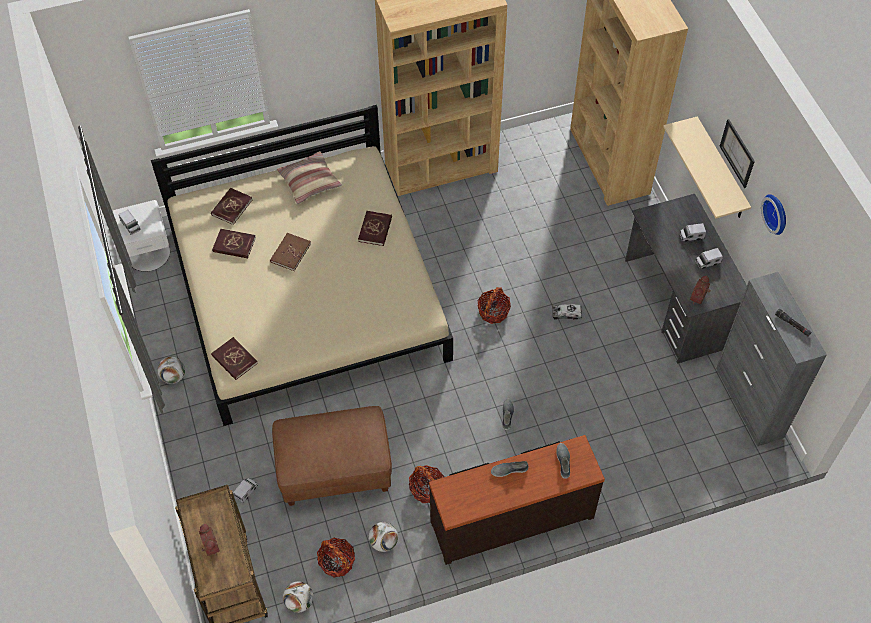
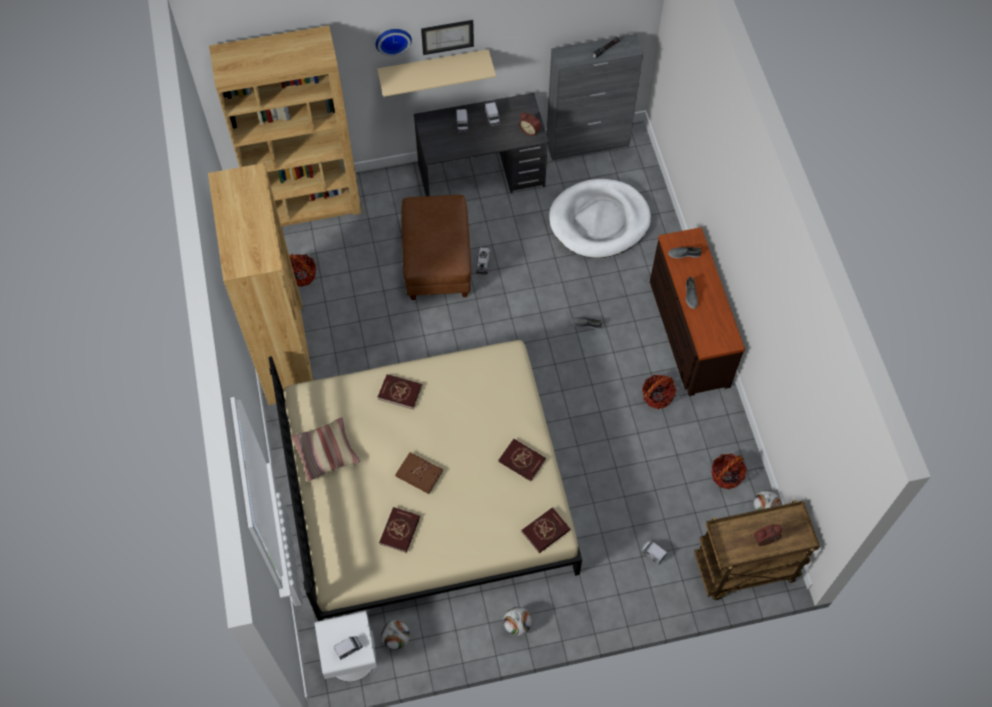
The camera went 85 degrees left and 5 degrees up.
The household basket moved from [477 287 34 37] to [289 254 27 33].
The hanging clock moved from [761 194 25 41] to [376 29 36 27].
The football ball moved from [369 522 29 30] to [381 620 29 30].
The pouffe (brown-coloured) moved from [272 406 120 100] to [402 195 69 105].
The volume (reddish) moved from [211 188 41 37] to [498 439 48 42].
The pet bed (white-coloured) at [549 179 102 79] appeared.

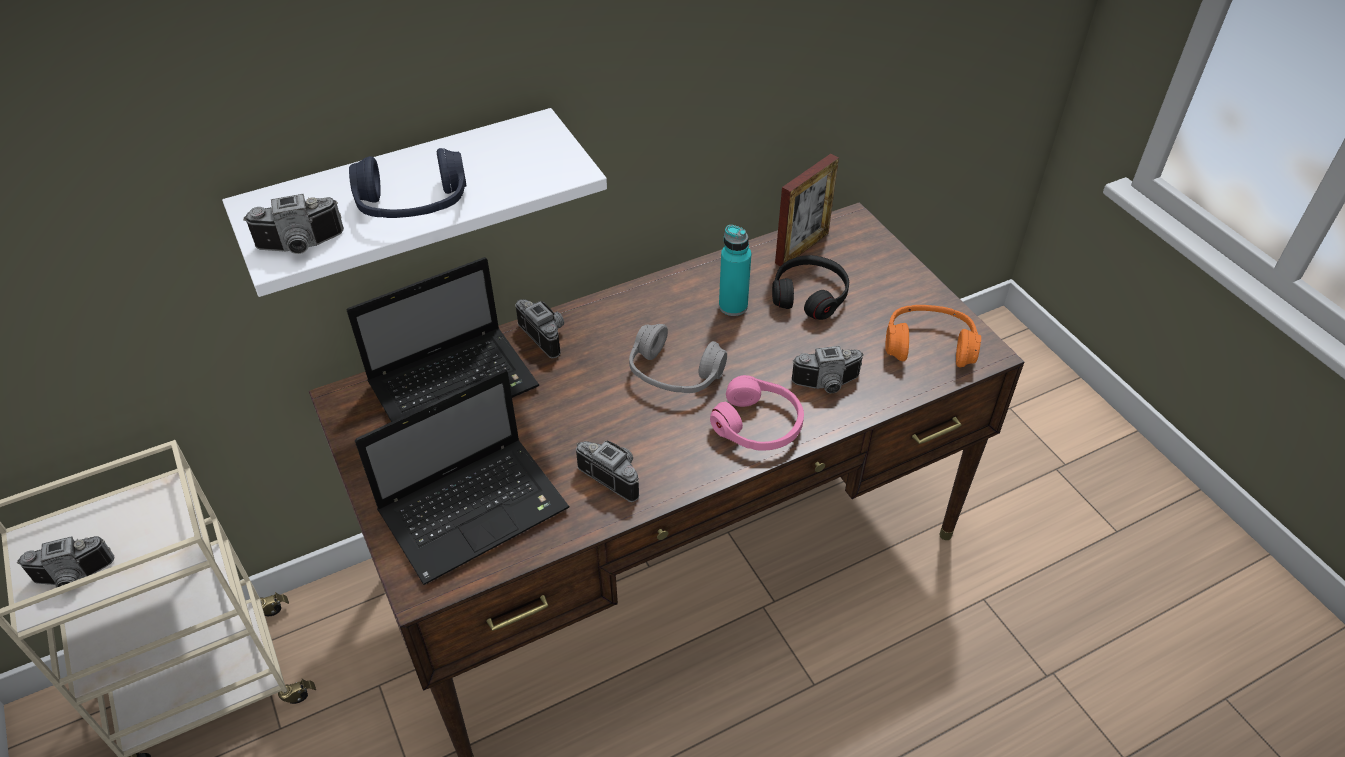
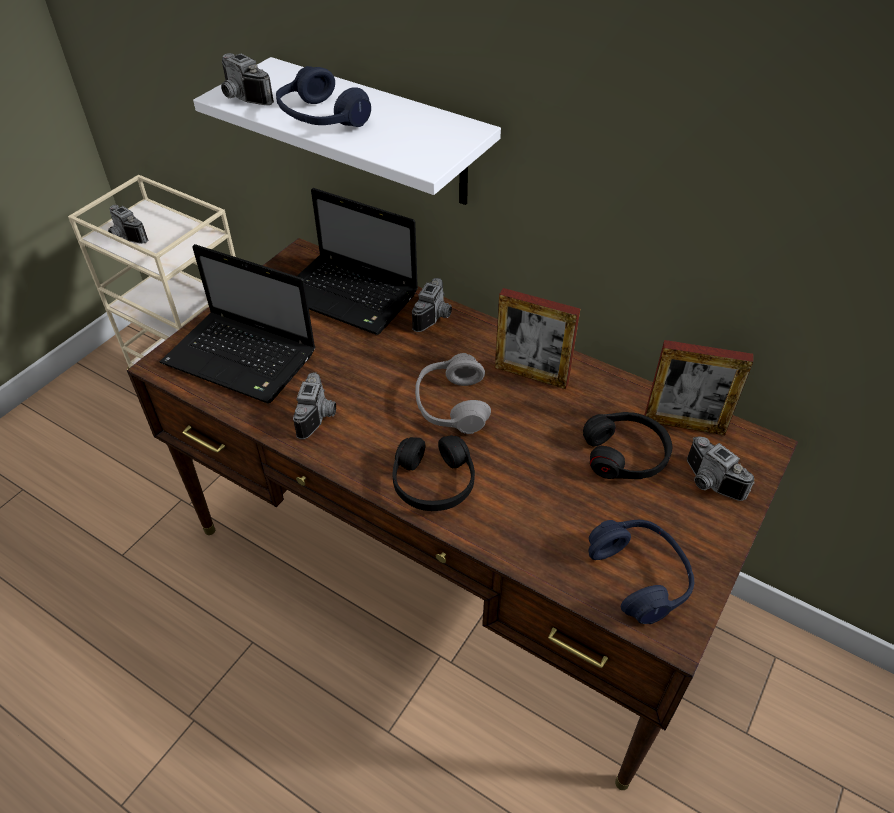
The camera went 60 degrees right and 0 degrees up.
The headset (pink) at [710 375 94 76] became the headset (black) at [393 435 82 76].
The standing frame at [495 288 85 101] appeared.
The headset (orangey) at [885 305 96 62] became the headset (bluish) at [588 520 106 104].
The still camera moved from [791 346 73 47] to [687 436 68 65].
The drink bottle (turquoise-coloured) at [719 225 32 91] disappeared.

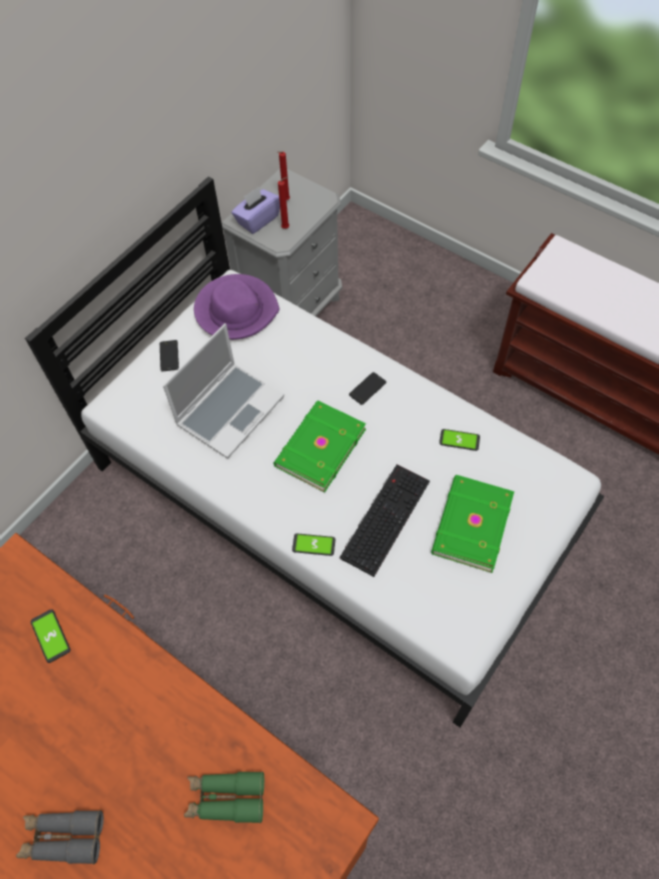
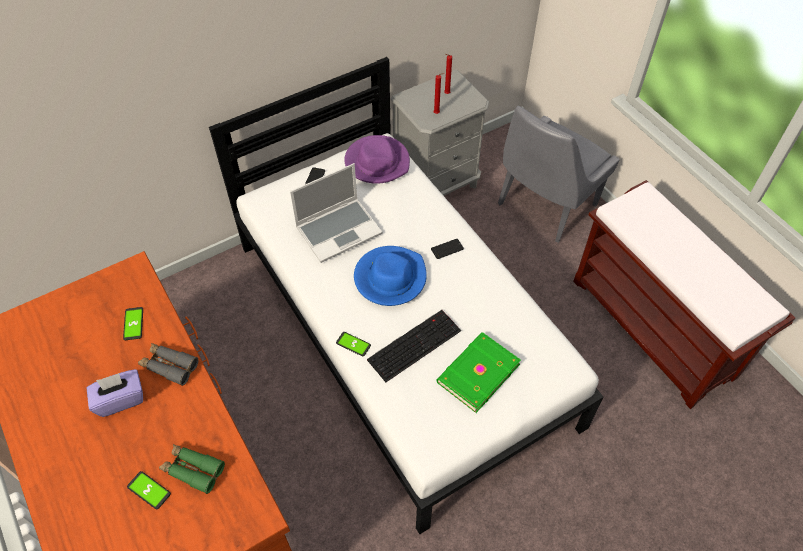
The camera went 20 degrees right and 5 degrees down.
The tissue holder (purple-coloured) moved from [231 187 49 47] to [86 369 57 48].
The handset moved from [439 429 41 22] to [127 471 44 38].
The pair of binoculars (grey) moved from [16 810 88 54] to [138 343 61 43].
The volume (green) at [273 400 93 92] was replaced by the hat (bluish) at [354 246 73 60].
The upright chair (grey) at [498 105 122 138] appeared.

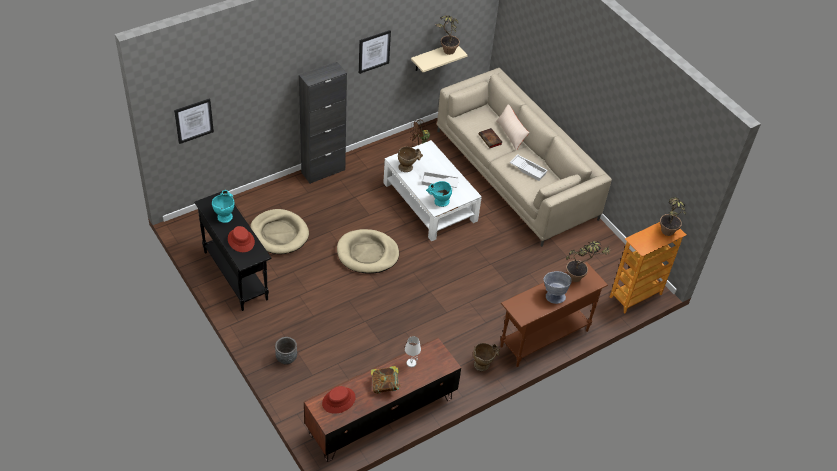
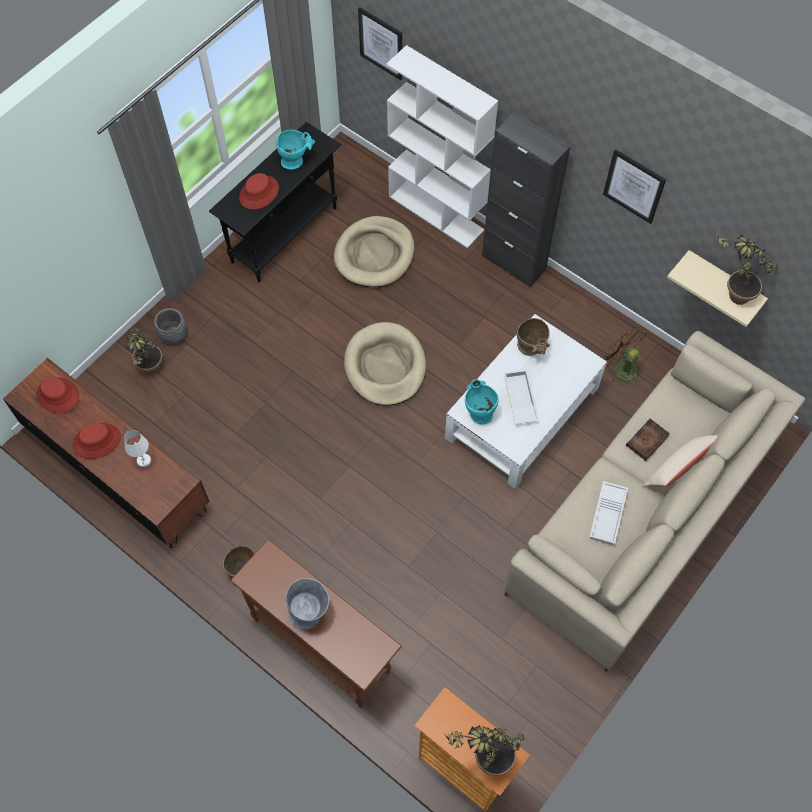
The camera went 75 degrees right and 15 degrees up.
The volume at [371 366 29 28] was replaced by the hat (reddish) at [72 423 49 36].
The houseplant moved from [566 241 44 41] to [126 328 37 46].
The bookshelf (white-coloured) at [386 45 112 203] appeared.

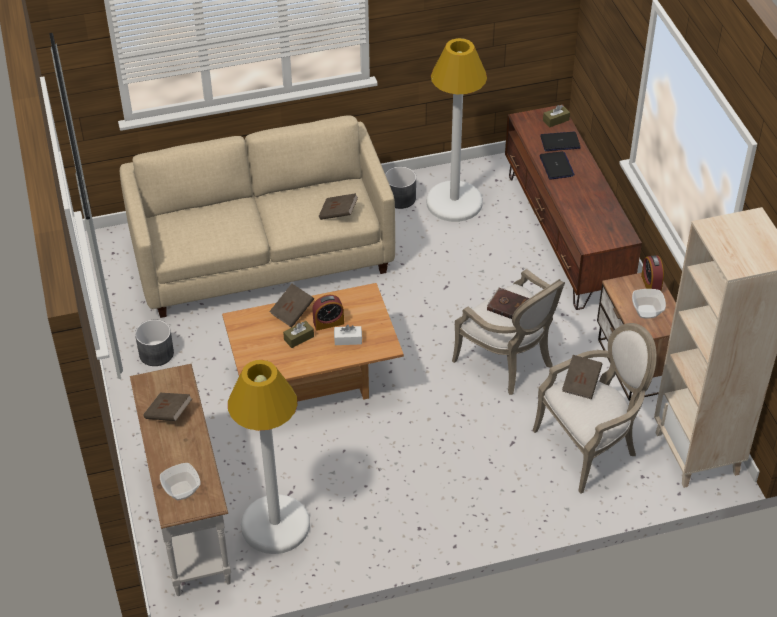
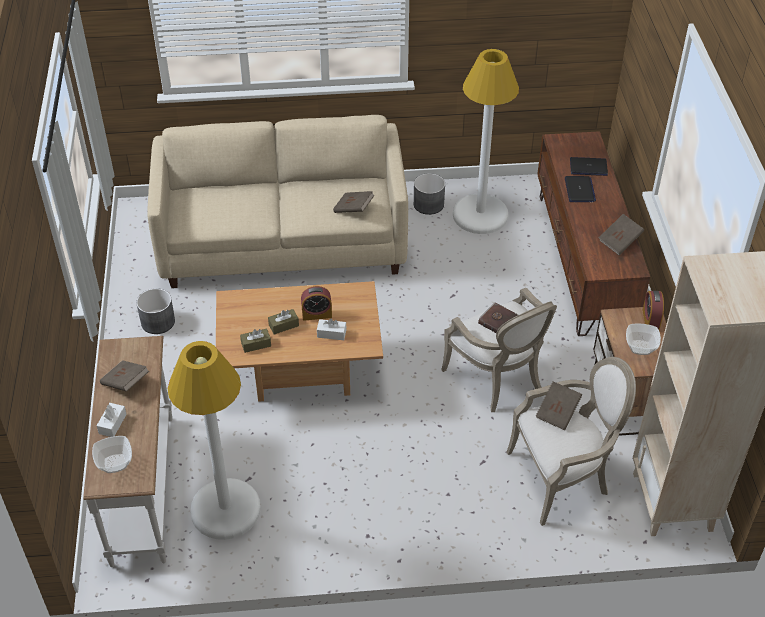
The camera went 10 degrees right and 0 degrees up.
The tissue holder (white-coloured) at [97 403 30 34] appeared.
The tissue holder (brown-coloured) moved from [543 105 27 23] to [240 328 31 25].
The volume (brown-coloured) moved from [269 284 45 44] to [599 214 45 41].

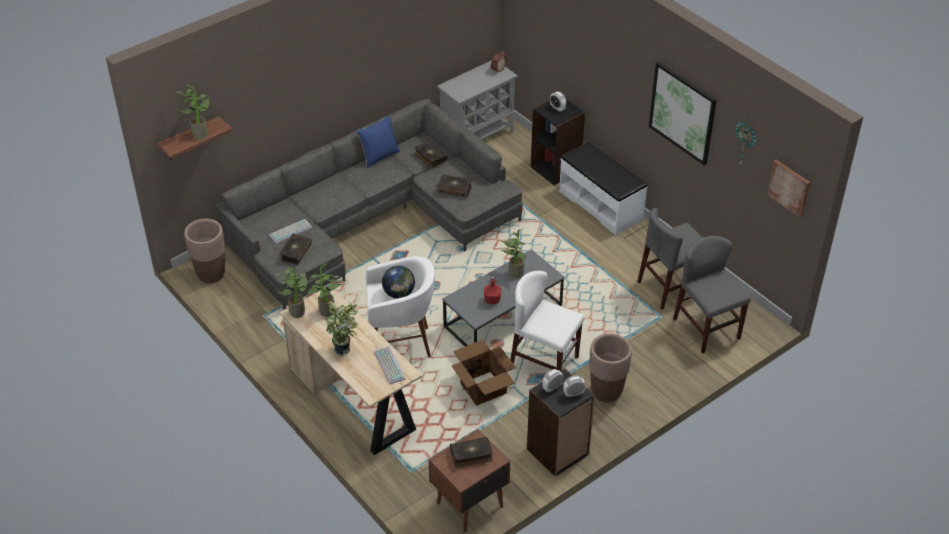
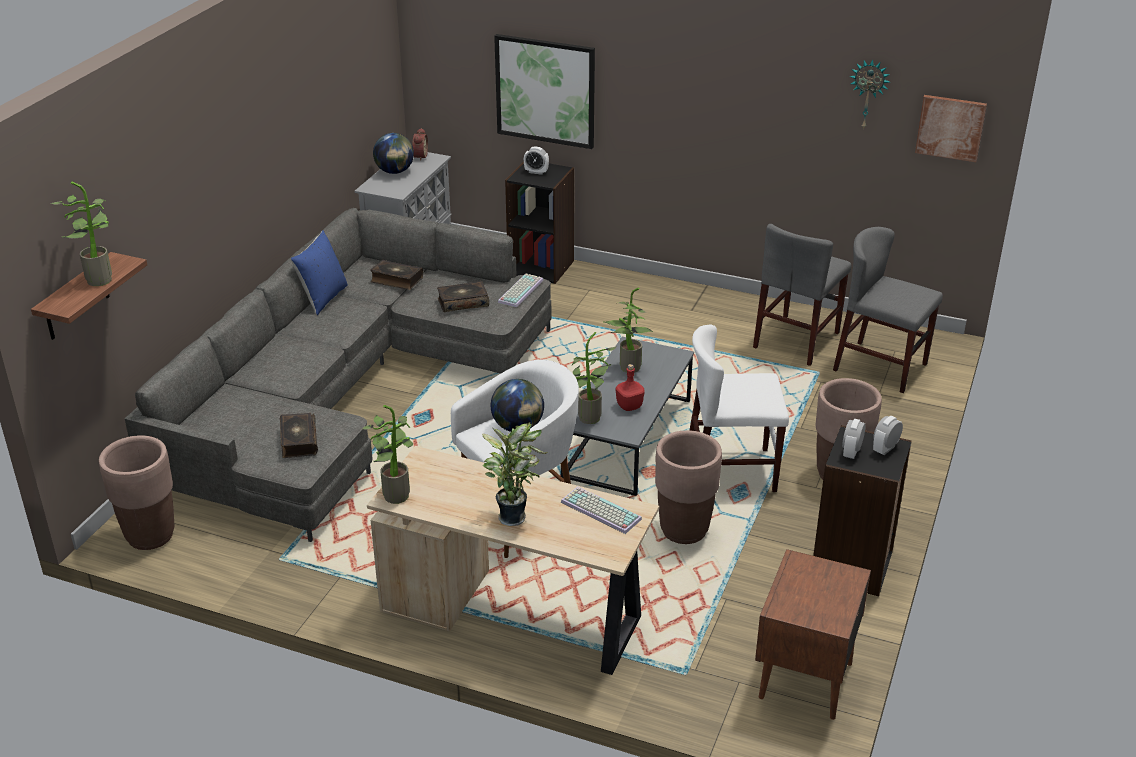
The camera went 30 degrees left and 10 degrees down.
The desk globe at [373 133 41 41] appeared.
The wall art moved from [649 62 67 103] to [494 34 101 115].
The keyboard moved from [269 219 43 25] to [498 274 45 33].
The houseplant moved from [307 263 35 54] to [572 332 45 92].
The packing box at [452 340 64 66] was replaced by the flower pot (brown-coloured) at [655 430 67 114].
The volume at [450 437 42 31] disappeared.
The indoor bench (white-coloured) at [559 142 88 93] disappeared.

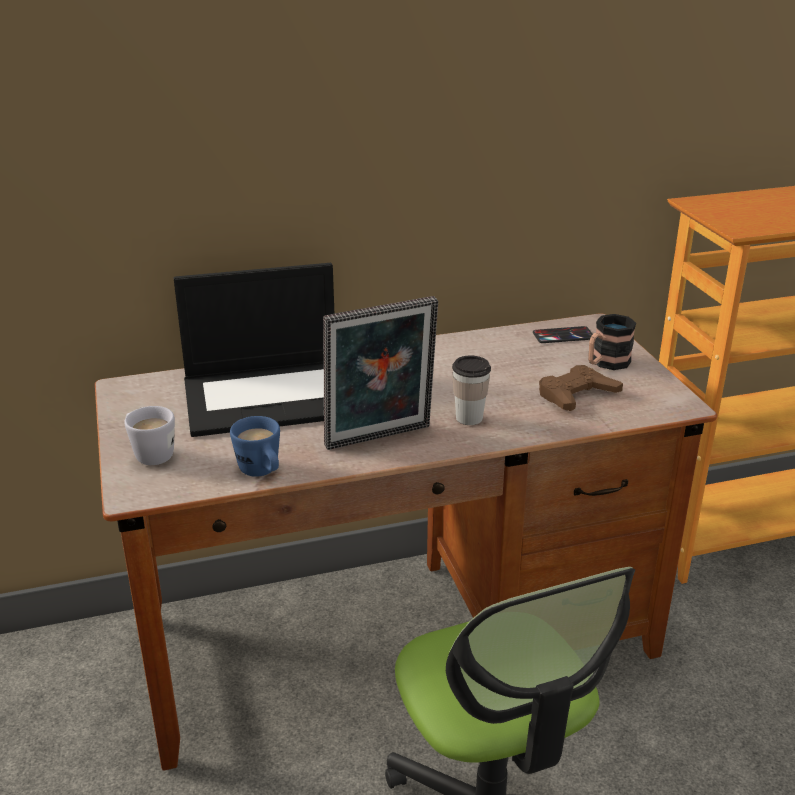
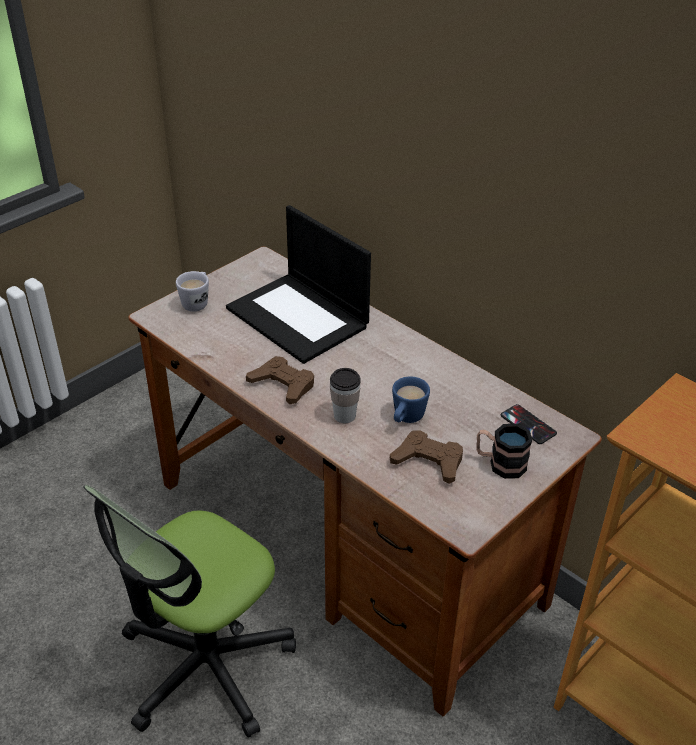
The camera went 60 degrees right and 10 degrees up.
The standing frame at [323 296 115 154] was replaced by the gamepad (brown-coloured) at [246 356 68 48].
The coffee mug (bluish) moved from [230 416 50 61] to [392 376 38 47].

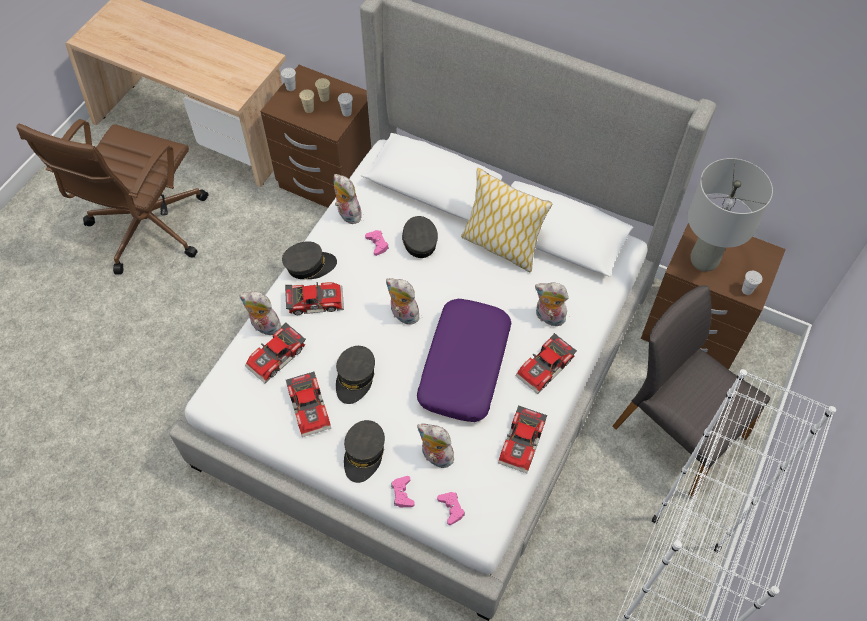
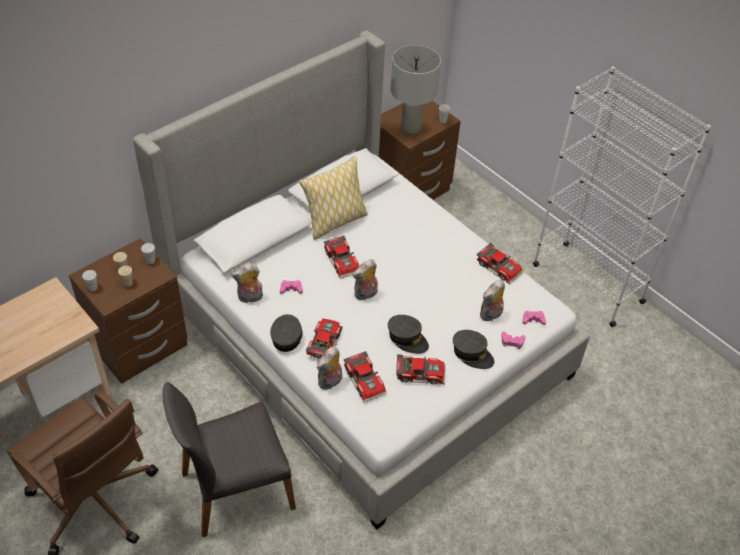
The camera went 70 degrees left and 10 degrees down.
The upright chair (grey) moved from [612 286 158 212] to [162 382 134 155].
The model car moved from [515 333 62 61] to [324 236 35 42].
The peaked cap (grey) at [402 216 36 42] disappeared.
The pillow (purple-coloured) at [417 299 94 123] disappeared.
The soft toy at [535 282 34 44] disappeared.

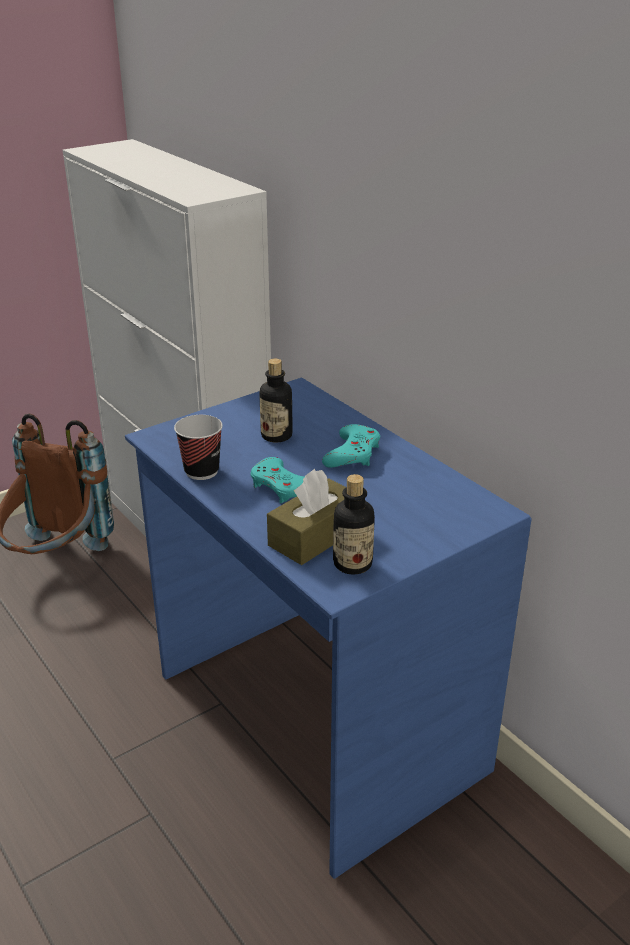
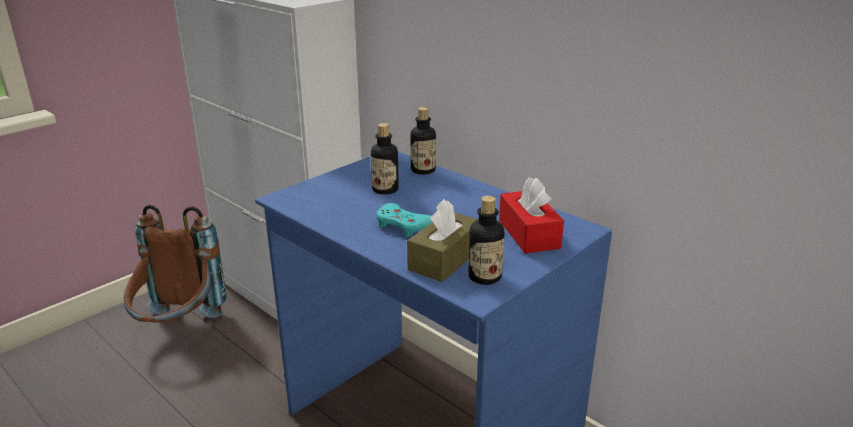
The camera went 10 degrees left and 5 degrees down.
The drink bottle at [410 107 26 68] appeared.
The tissue holder (reddish) at [499 177 65 77] appeared.
The drinking cup at [174 415 49 65] disappeared.
The gamepad (turquoise-coloured) at [322 424 58 44] disappeared.

